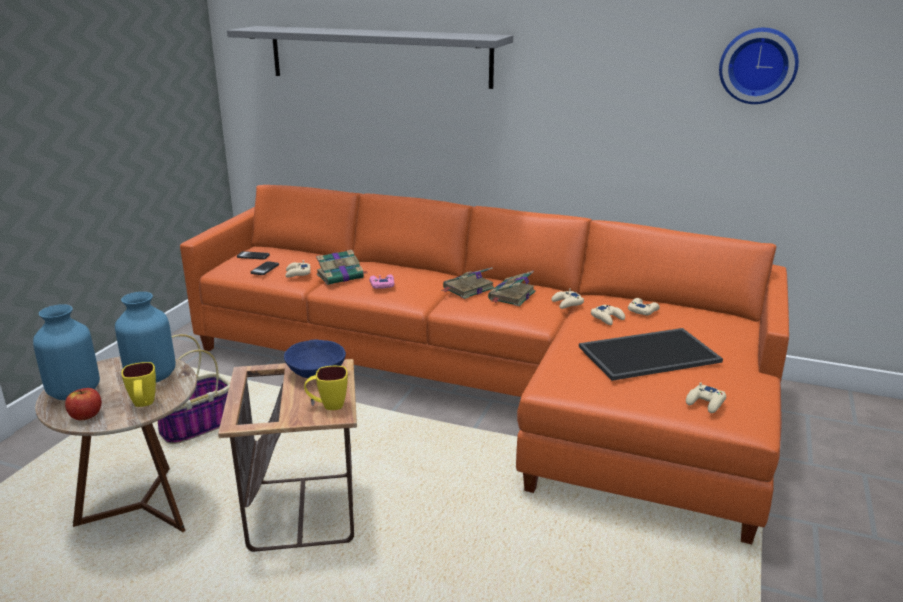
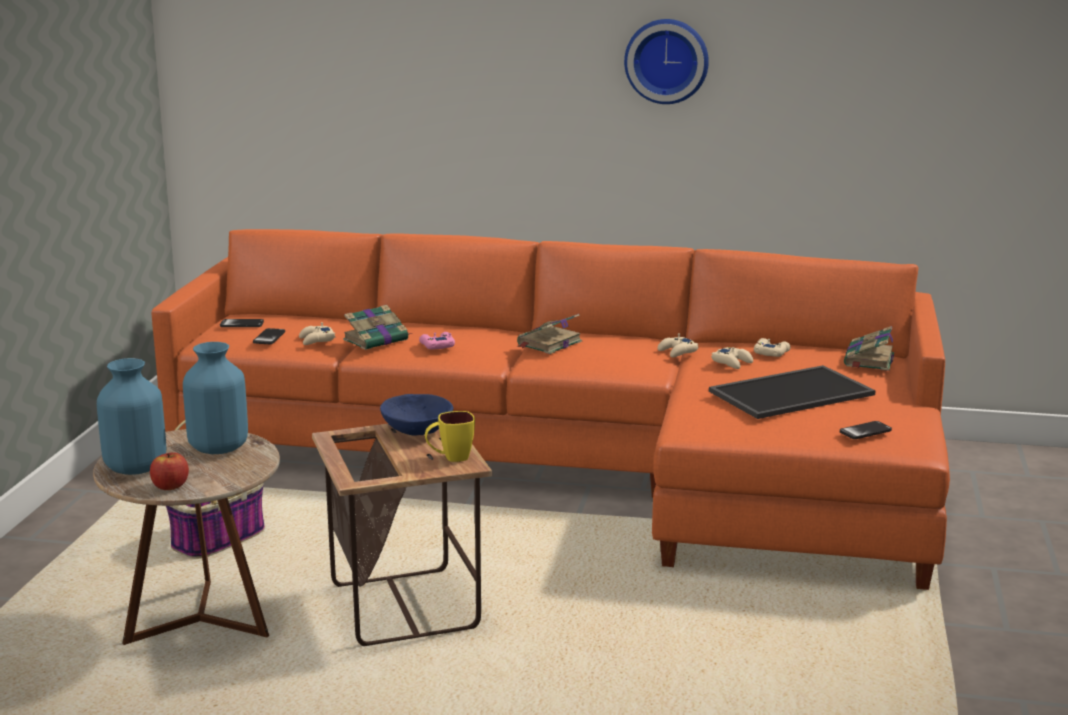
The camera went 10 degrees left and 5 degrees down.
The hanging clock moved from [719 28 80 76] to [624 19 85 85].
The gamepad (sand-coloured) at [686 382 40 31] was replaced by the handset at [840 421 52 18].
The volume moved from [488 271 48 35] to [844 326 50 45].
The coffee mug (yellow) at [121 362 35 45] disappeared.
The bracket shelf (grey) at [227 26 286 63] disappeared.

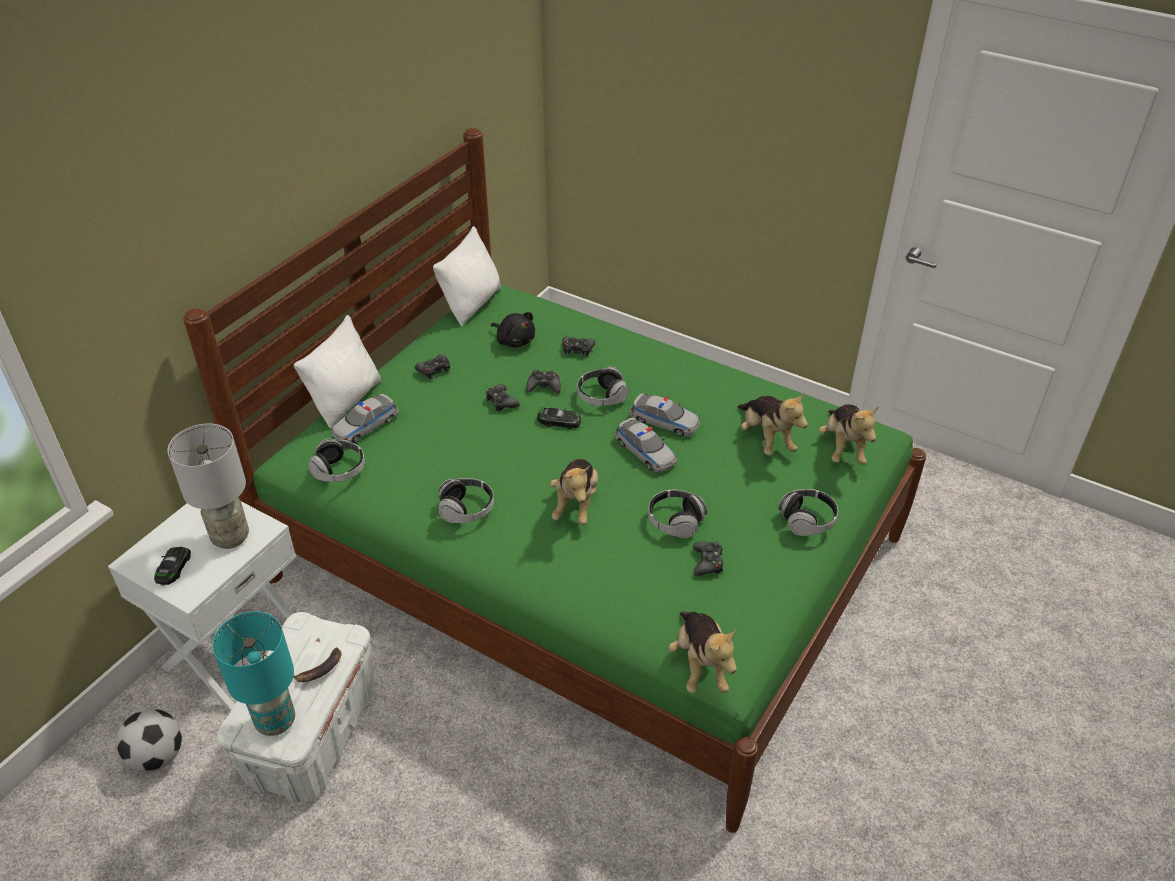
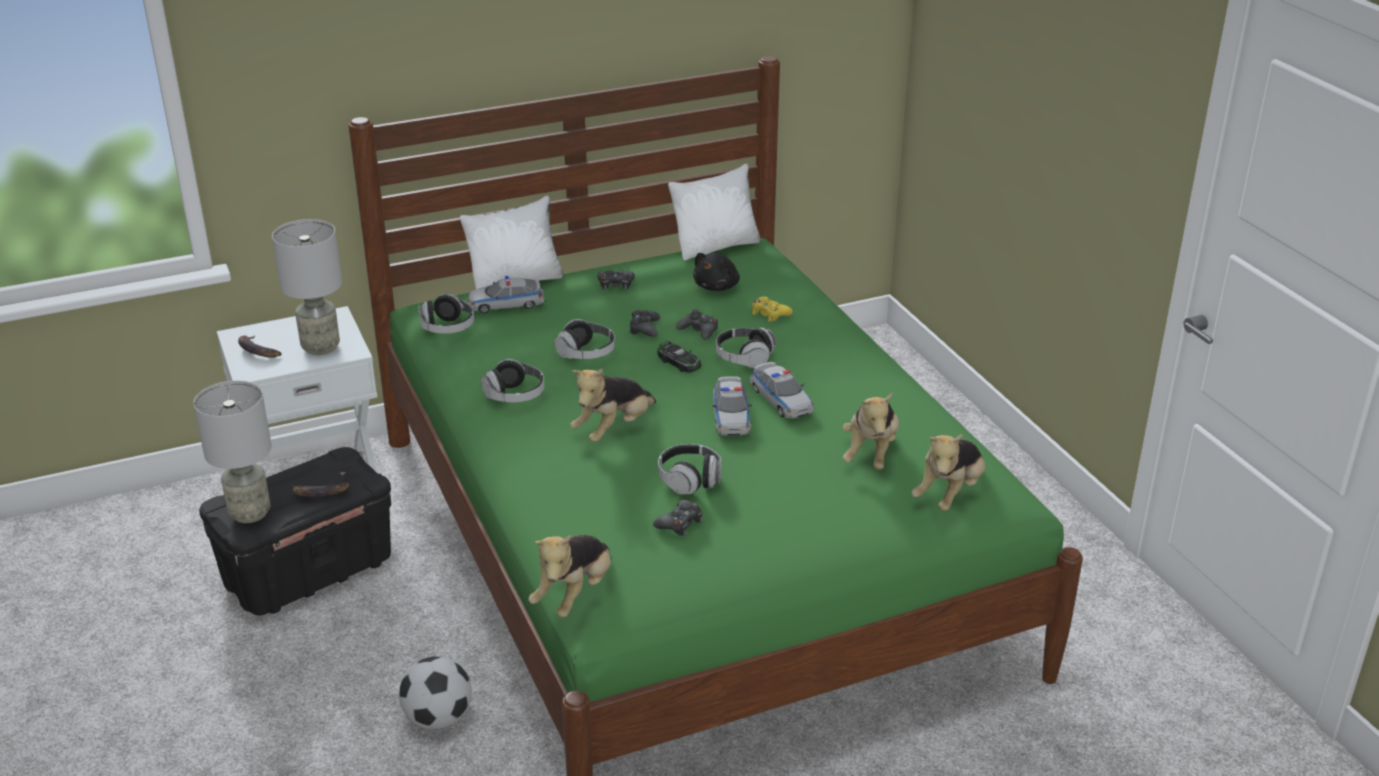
The camera went 35 degrees right and 10 degrees down.
The tabletop lamp (turquoise-coloured) at [212 611 83 125] became the tabletop lamp (grey) at [193 380 79 143].
The storage box (white-coloured) at [217 612 156 190] became the storage box (black) at [199 447 192 169].
The model car at [154 547 37 38] was replaced by the banana at [238 335 44 23].
The football ball moved from [115 709 67 64] to [399 656 73 73].
The headset moved from [778 489 60 47] to [554 319 61 40].
The soft toy (black) at [491 312 44 35] turned 45 degrees clockwise.
The gamepad (black) at [562 336 33 21] became the gamepad (yellow) at [752 296 41 26].

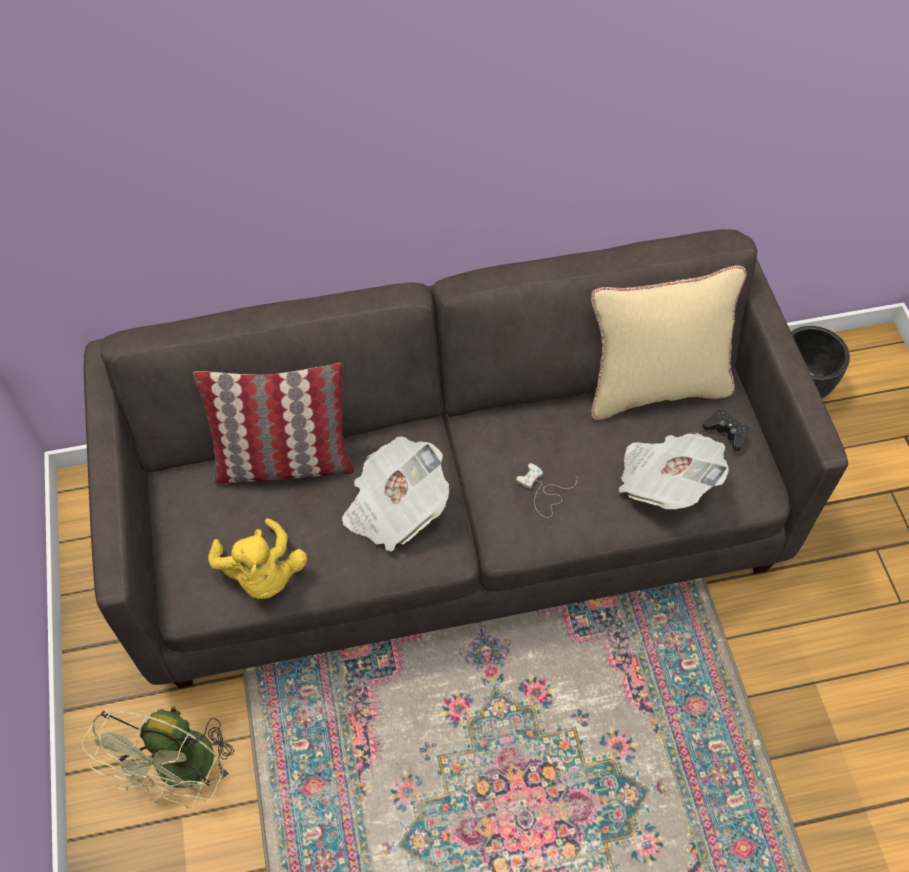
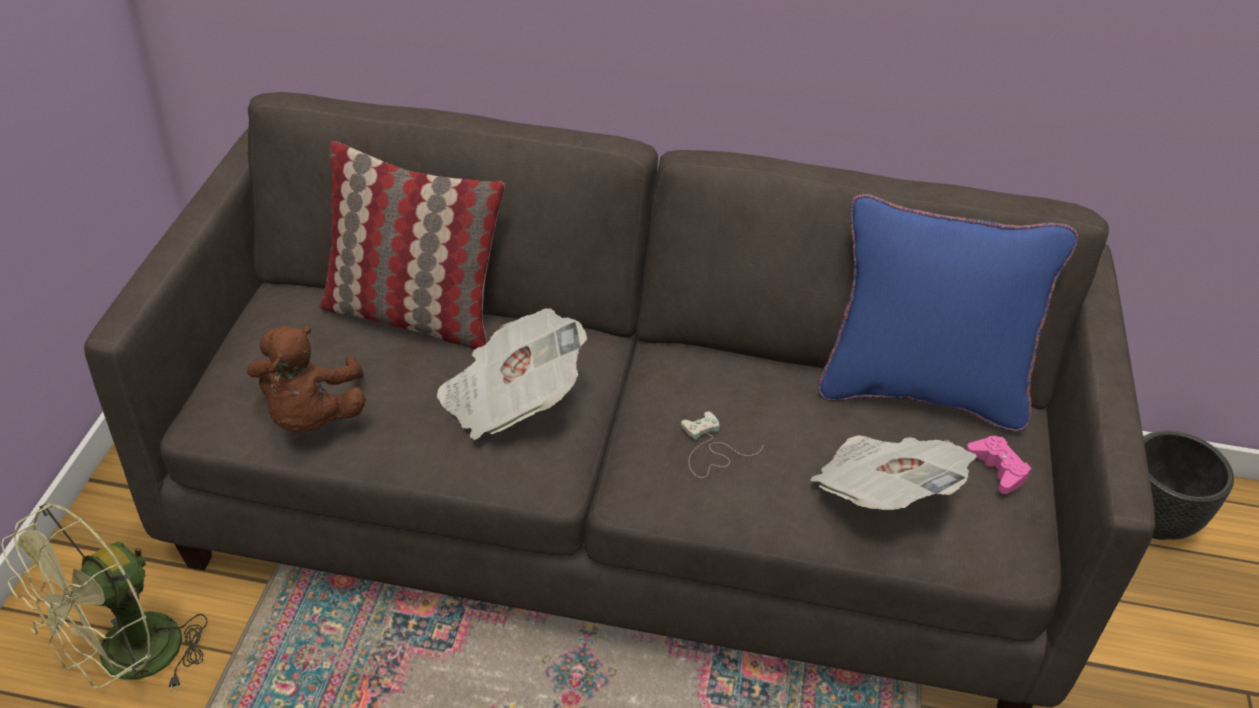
The camera went 20 degrees right and 15 degrees down.
The soft toy (yellow) at [208 518 99 81] became the soft toy (brown-coloured) at [247 326 119 106].
The pillow (sand-coloured) at [591 265 156 155] became the pillow (bluish) at [817 194 261 238].
The gamepad (black) at [702 409 47 42] became the gamepad (pink) at [966 436 65 58].

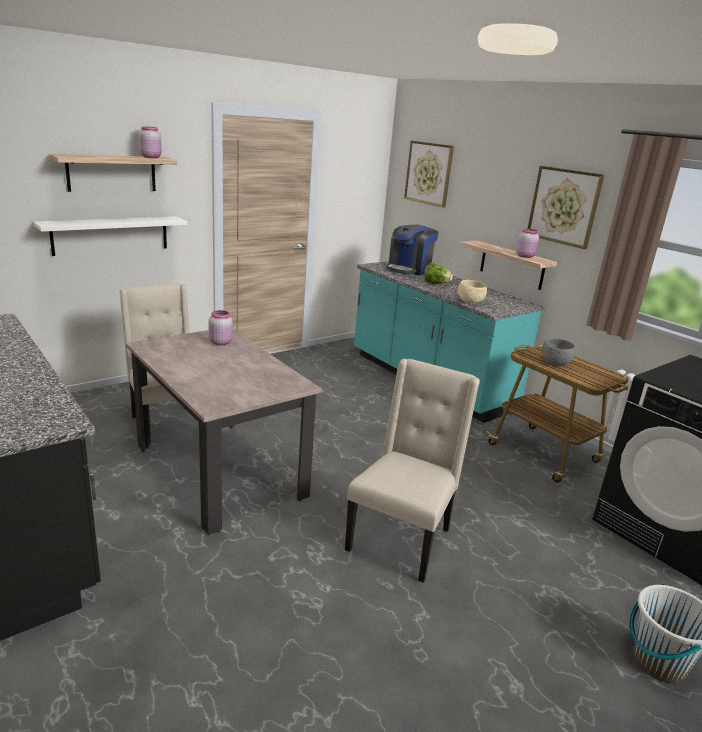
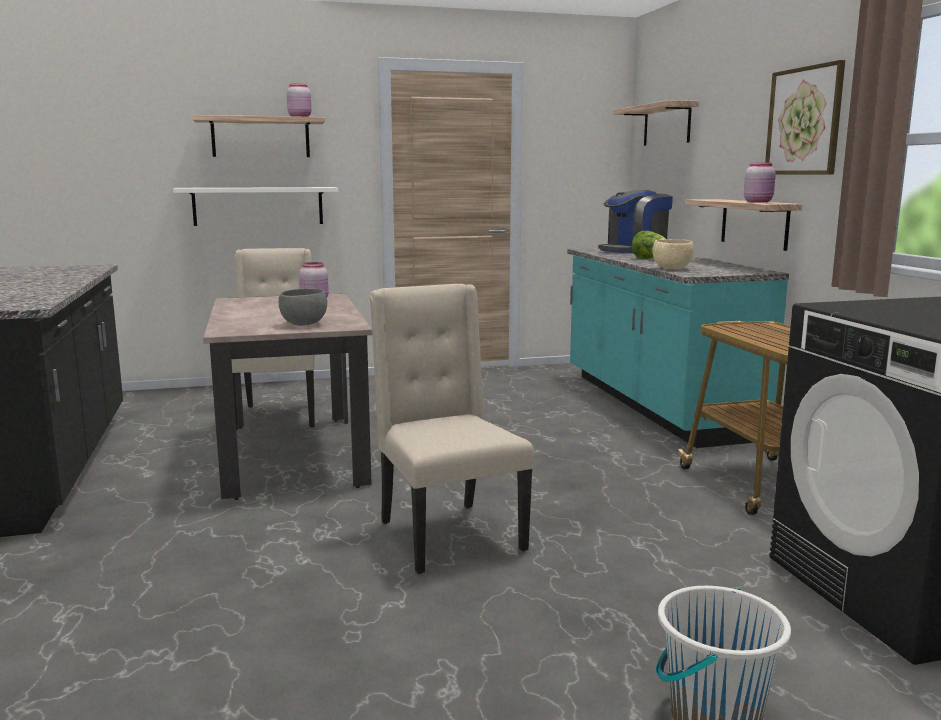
The camera went 25 degrees right and 10 degrees down.
The serving bowl (grey) moved from [542 338 33 28] to [279 288 48 38].
The upright chair (sand-coloured) at [345 359 135 224] turned 75 degrees counterclockwise.
The wall art at [404 141 50 67] was replaced by the bracket shelf at [613 100 86 46].

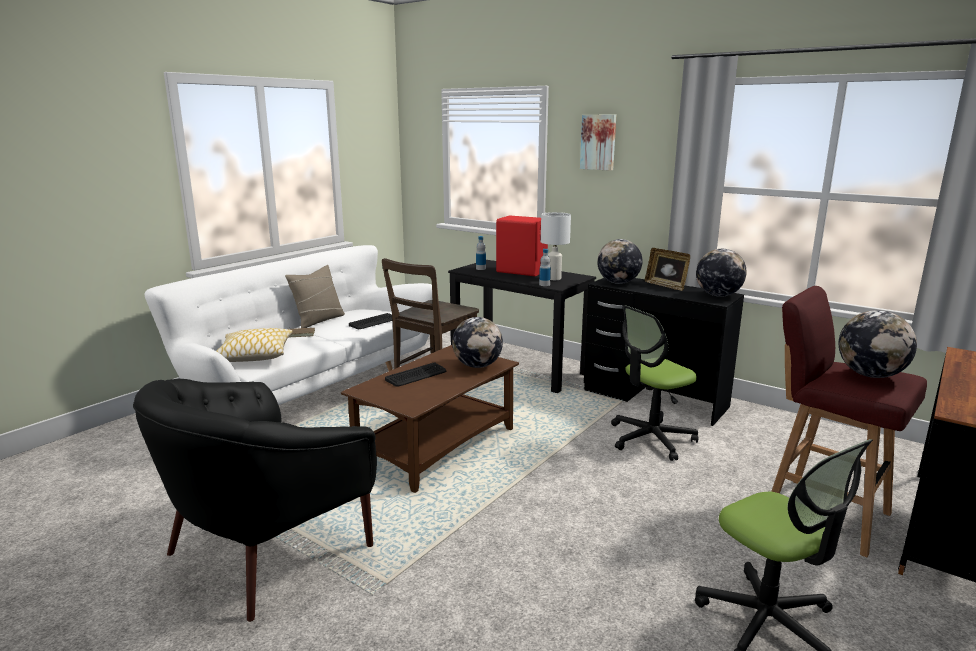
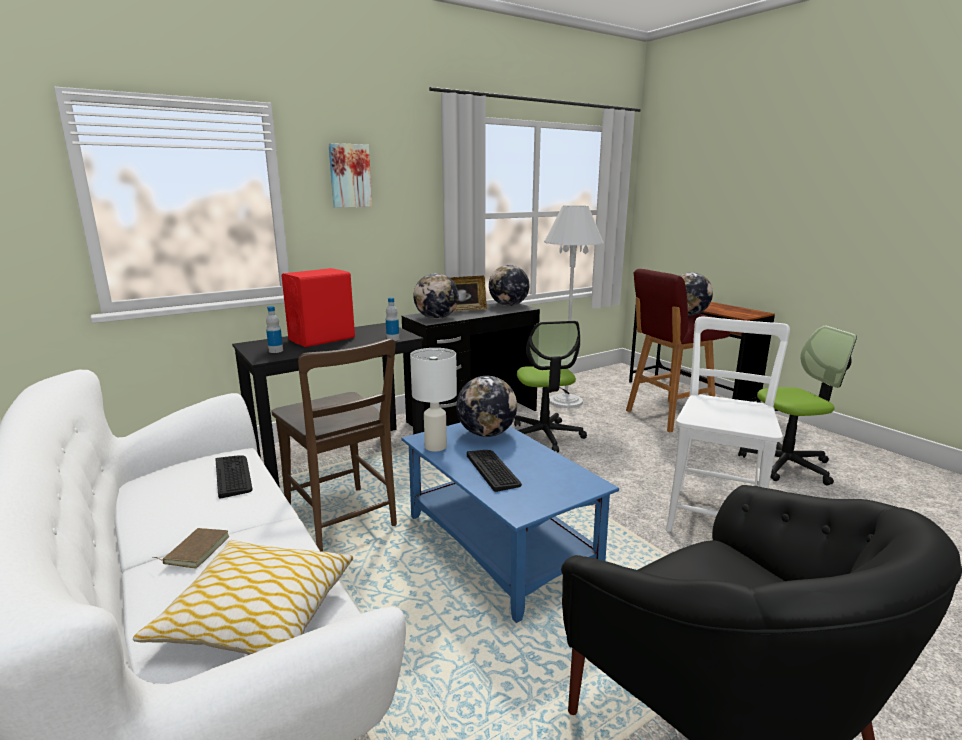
The camera went 70 degrees left and 0 degrees up.
The coffee table (brown-coloured) at [341 345 178 148] became the coffee table (bluish) at [401 422 218 201].
The tabletop lamp (white-coloured) moved from [541 212 30 68] to [410 348 47 104].
The standard lamp (white-coloured) at [544 206 60 202] appeared.
The upright chair (white-coloured) at [666 317 124 215] appeared.
The pillow (sand-coloured) at [285 265 60 63] disappeared.

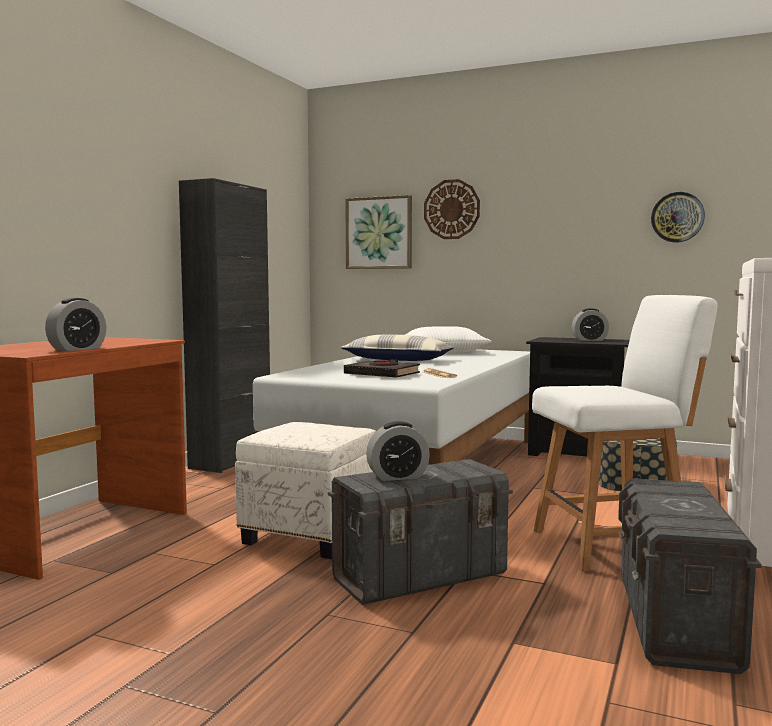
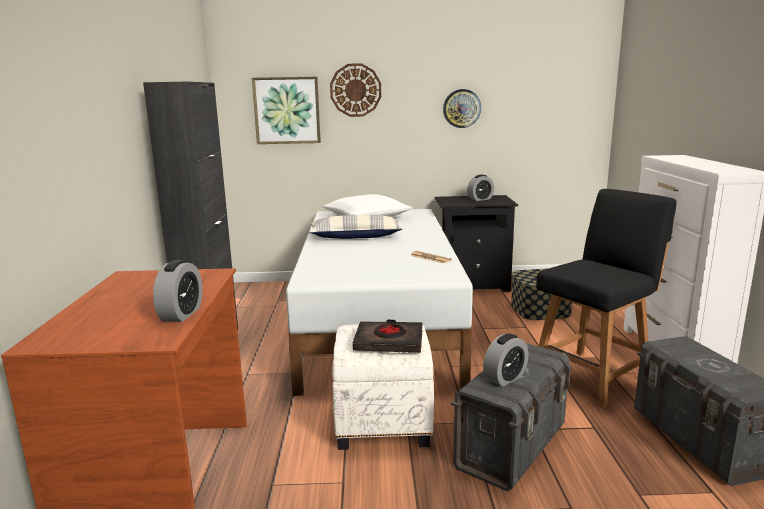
The camera went 25 degrees left and 10 degrees up.
The volume (black) moved from [344 359 76 19] to [353 320 69 33].
The hanging clock moved from [651 192 54 51] to [443 89 38 39].
The upright chair (white-coloured) at [532 295 185 277] became the upright chair (black) at [536 189 140 220].

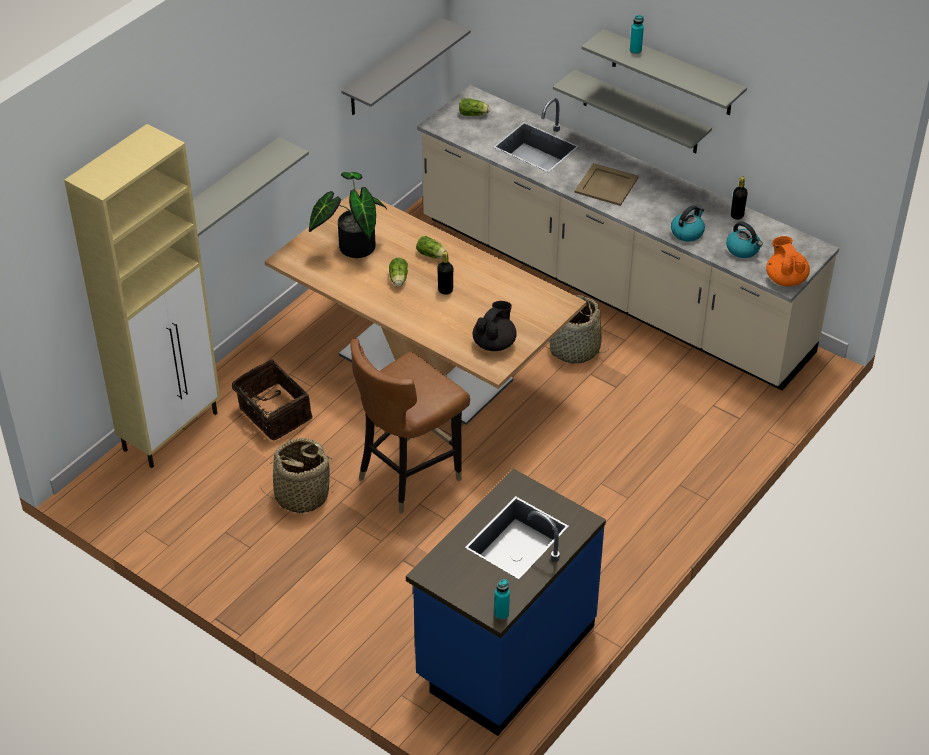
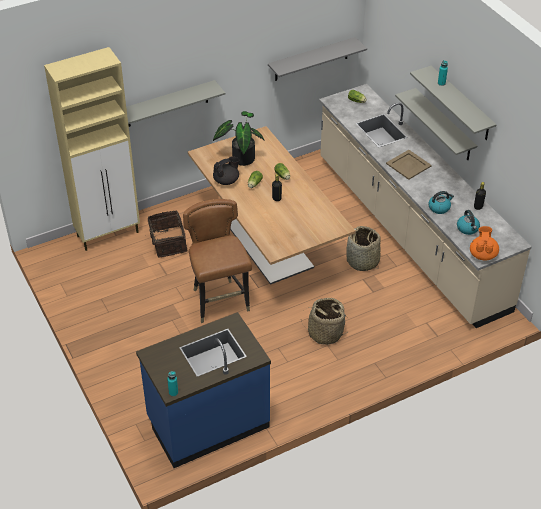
The camera went 25 degrees right and 0 degrees up.
The upright chair (brown-coloured) at [350 339 120 175] turned 90 degrees clockwise.
The tea pot (black) moved from [473 301 44 50] to [213 157 26 28].
The household basket moved from [259 438 78 76] to [301 298 45 47].

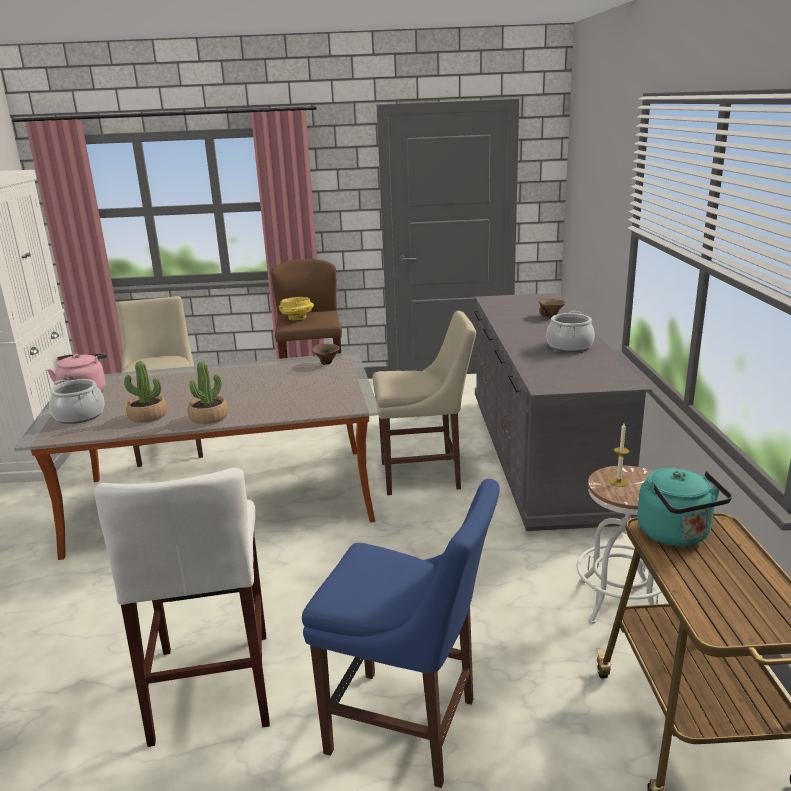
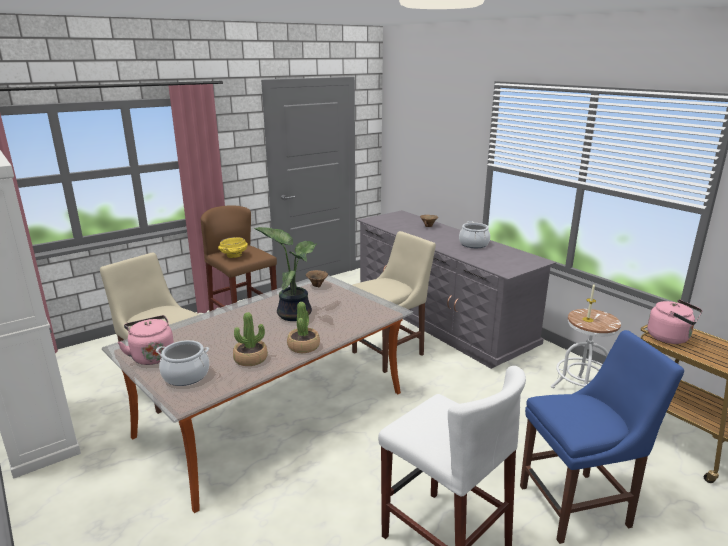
The camera went 35 degrees left and 0 degrees up.
The houseplant at [254 227 63 94] appeared.
The water kettle (turquoise-coloured) at [637 468 95 78] became the water kettle (pink) at [647 299 55 45].

